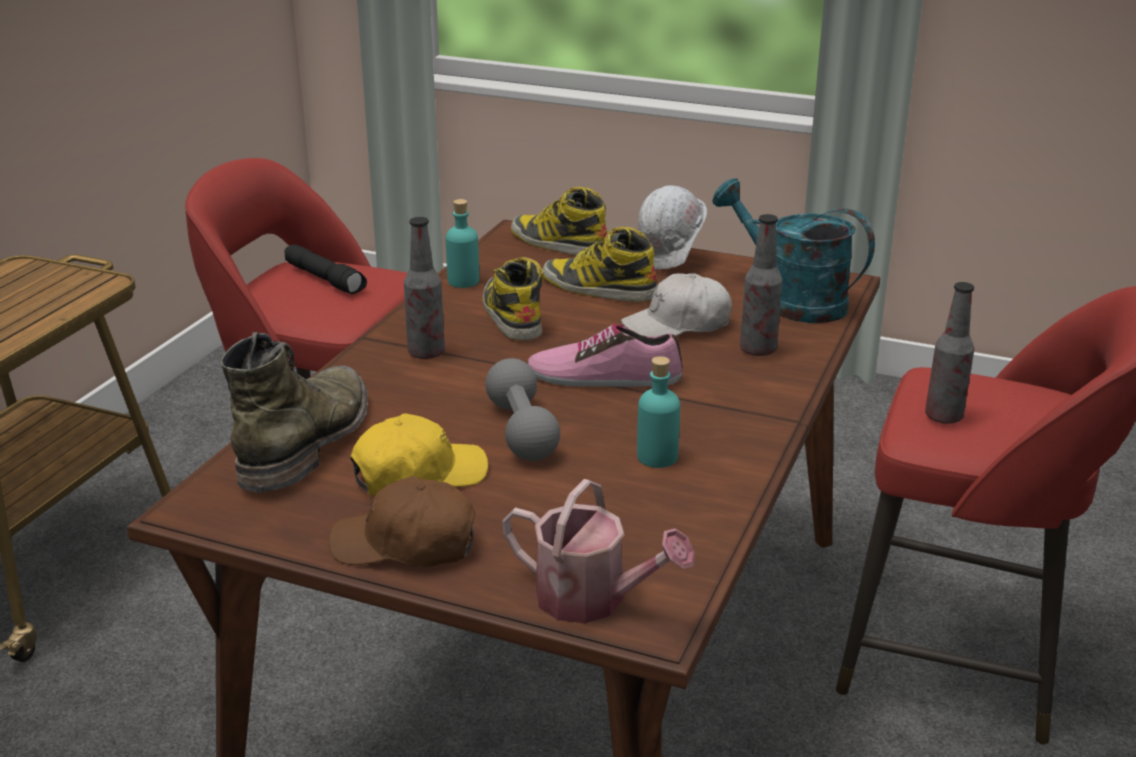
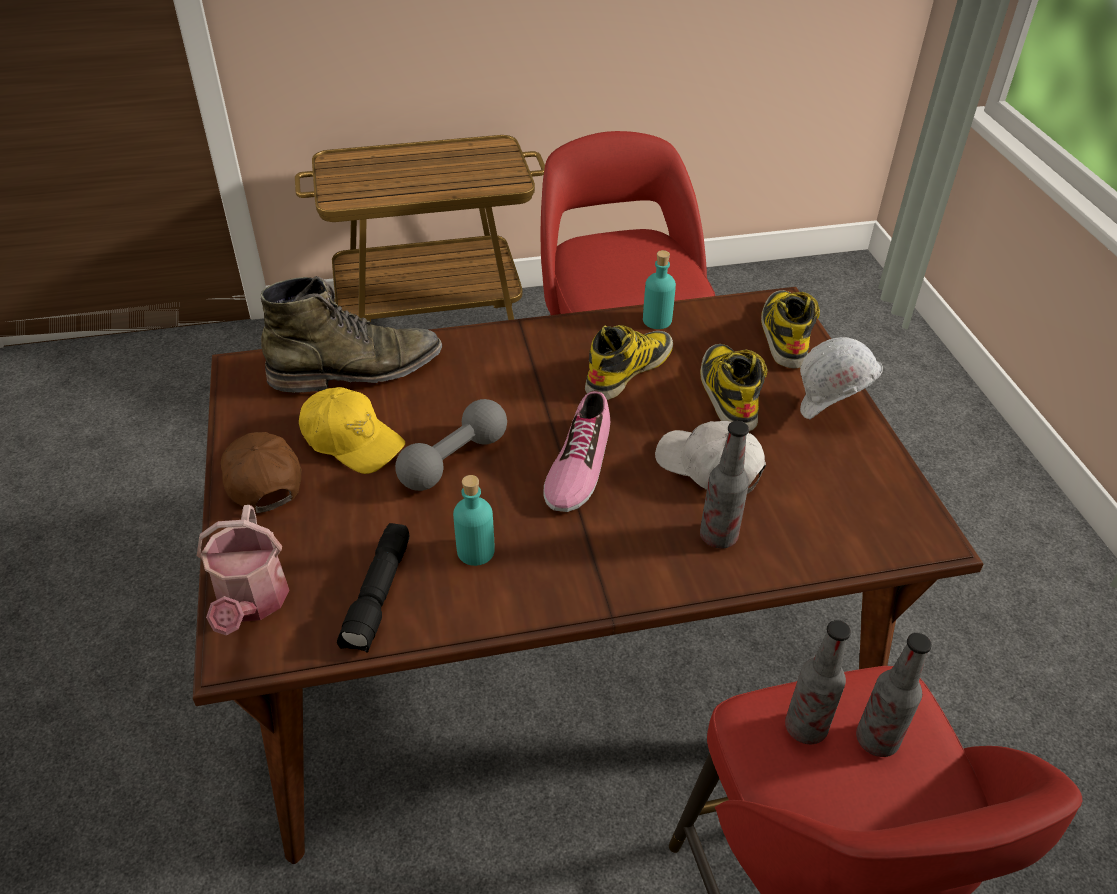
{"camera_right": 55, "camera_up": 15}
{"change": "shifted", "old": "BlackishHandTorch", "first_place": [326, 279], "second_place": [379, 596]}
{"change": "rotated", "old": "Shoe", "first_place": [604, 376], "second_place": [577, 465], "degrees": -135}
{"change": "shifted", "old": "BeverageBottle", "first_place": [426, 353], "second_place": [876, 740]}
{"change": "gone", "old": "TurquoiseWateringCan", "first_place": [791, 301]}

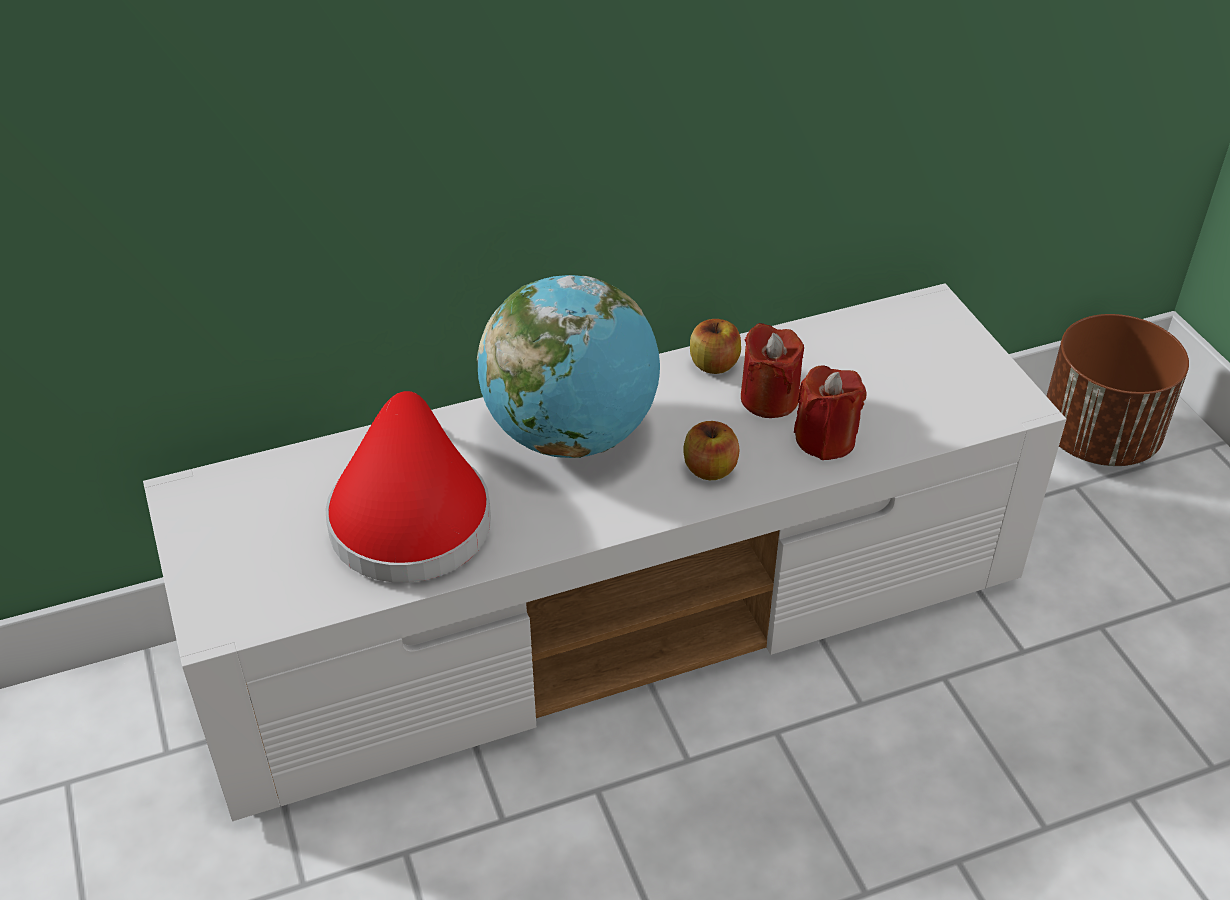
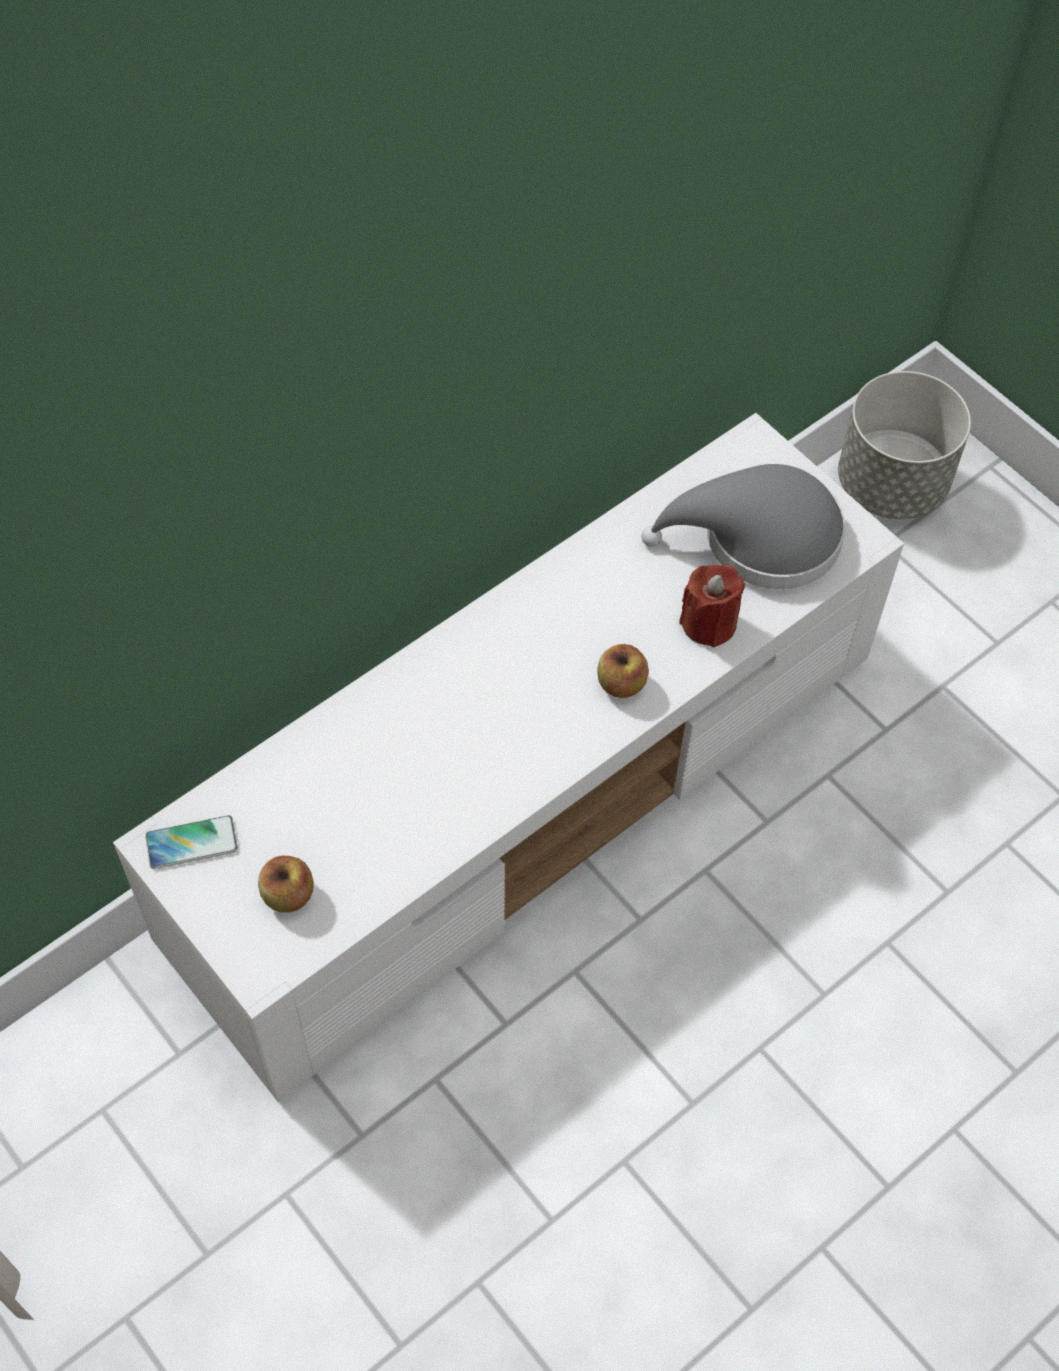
{"camera_right": -20, "camera_up": 15}
{"change": "new", "new": "Phone", "second_place": [191, 843]}
{"change": "shifted", "old": "WholeApple", "first_place": [714, 364], "second_place": [288, 895]}
{"change": "new", "new": "GreyishClothingHat", "second_place": [759, 538]}
{"change": "repainted", "old": "BrownColouredPlantPot", "new": "GreyishPlantPot", "first_place": [1099, 438], "second_place": [892, 484]}
{"change": "gone", "old": "RedClothingHat", "first_place": [410, 515]}
{"change": "gone", "old": "WorldGlobe", "first_place": [571, 435]}
{"change": "gone", "old": "RedWaxCandle", "first_place": [769, 399]}

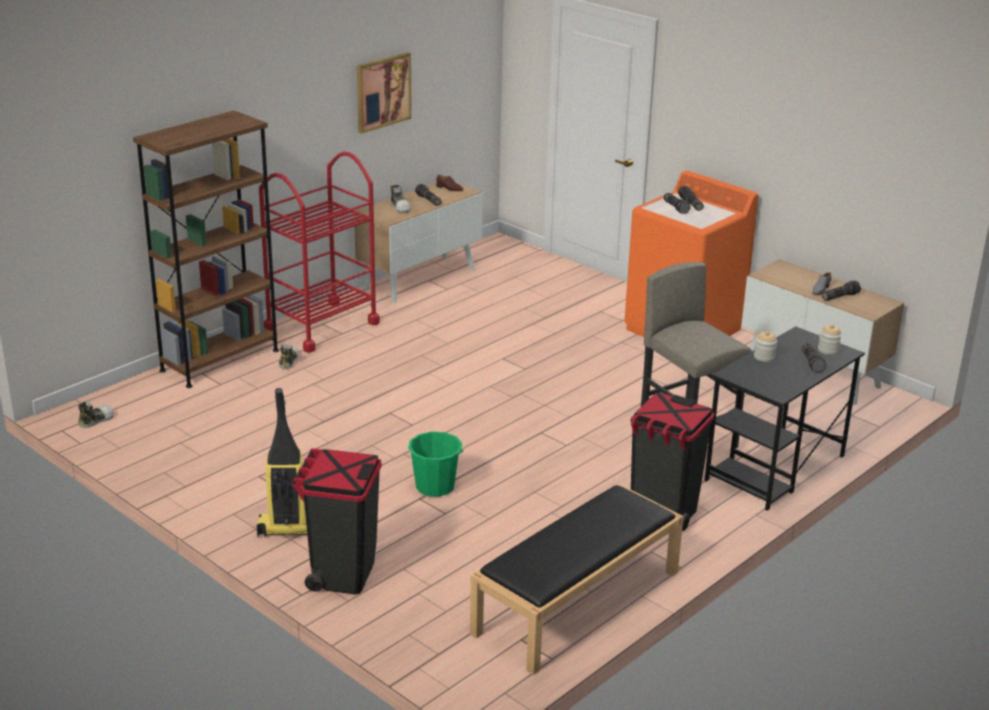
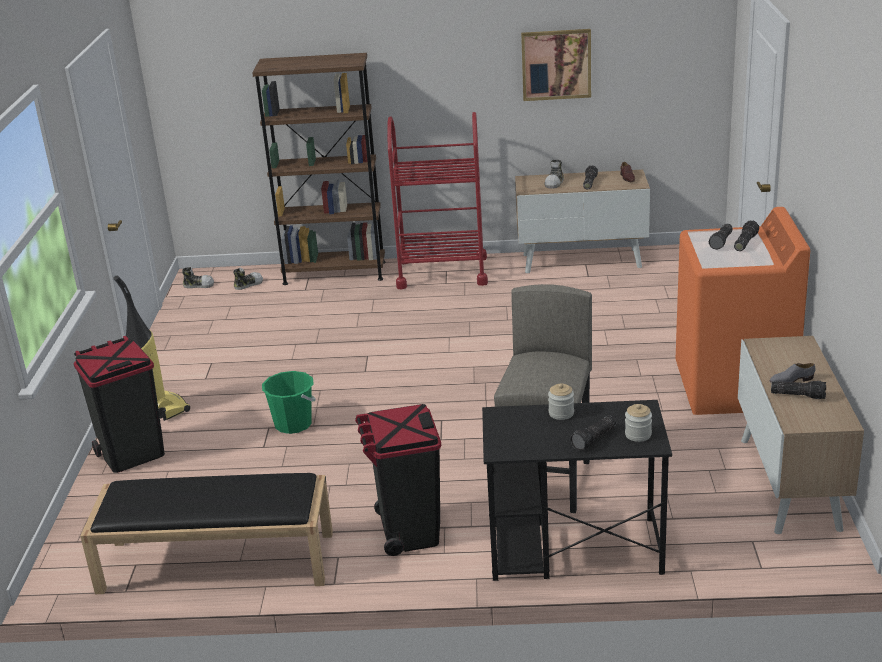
{"camera_right": 50, "camera_up": 0}
{"change": "shifted", "old": "Shoe", "first_place": [288, 361], "second_place": [248, 284]}

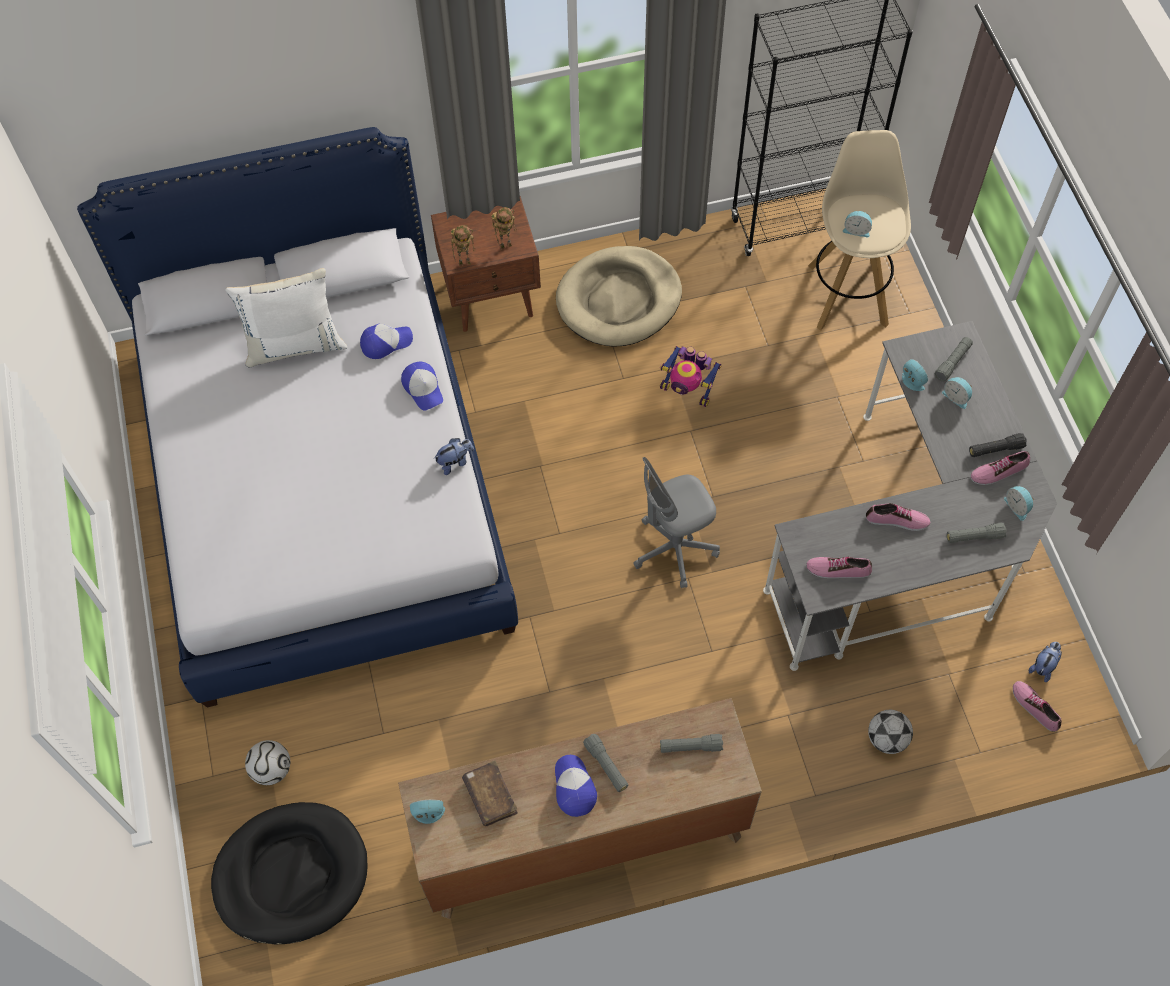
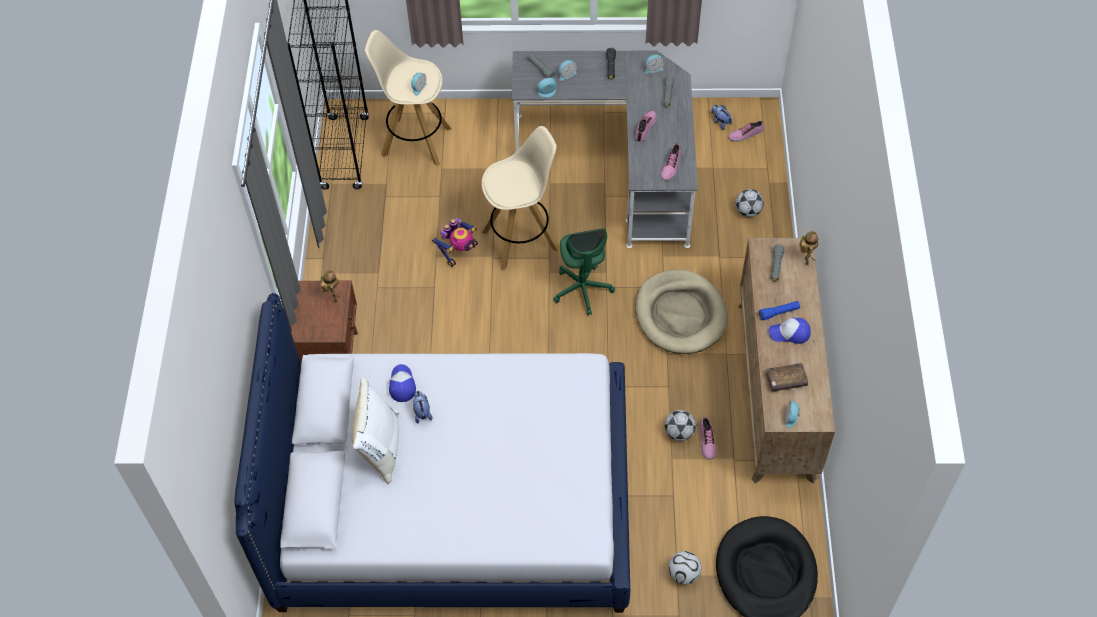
{"camera_right": -75, "camera_up": -5}
{"change": "shifted", "old": "CuddlyToy", "first_place": [455, 462], "second_place": [422, 412]}
{"change": "new", "new": "BeigeColouredStool", "second_place": [521, 240]}
{"change": "repainted", "old": "GreyishComputerChair", "new": "GreenColouredComputerChair", "first_place": [674, 549], "second_place": [582, 289]}
{"change": "shifted", "old": "BeigeColouredDogBed", "first_place": [619, 300], "second_place": [680, 314]}
{"change": "new", "new": "Football", "second_place": [679, 433]}
{"change": "shifted", "old": "Shoe", "first_place": [998, 471], "second_place": [706, 441]}
{"change": "repainted", "old": "GreyishHandTorch", "new": "BlueColouredHandTorch", "first_place": [606, 765], "second_place": [779, 313]}
{"change": "shifted", "old": "RobotFigure", "first_place": [465, 262], "second_place": [805, 261]}
{"change": "gone", "old": "PeakedCap", "first_place": [423, 388]}

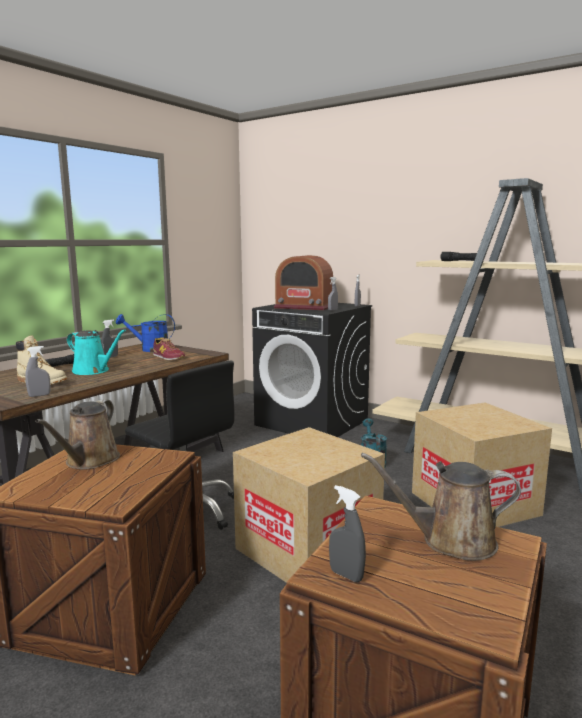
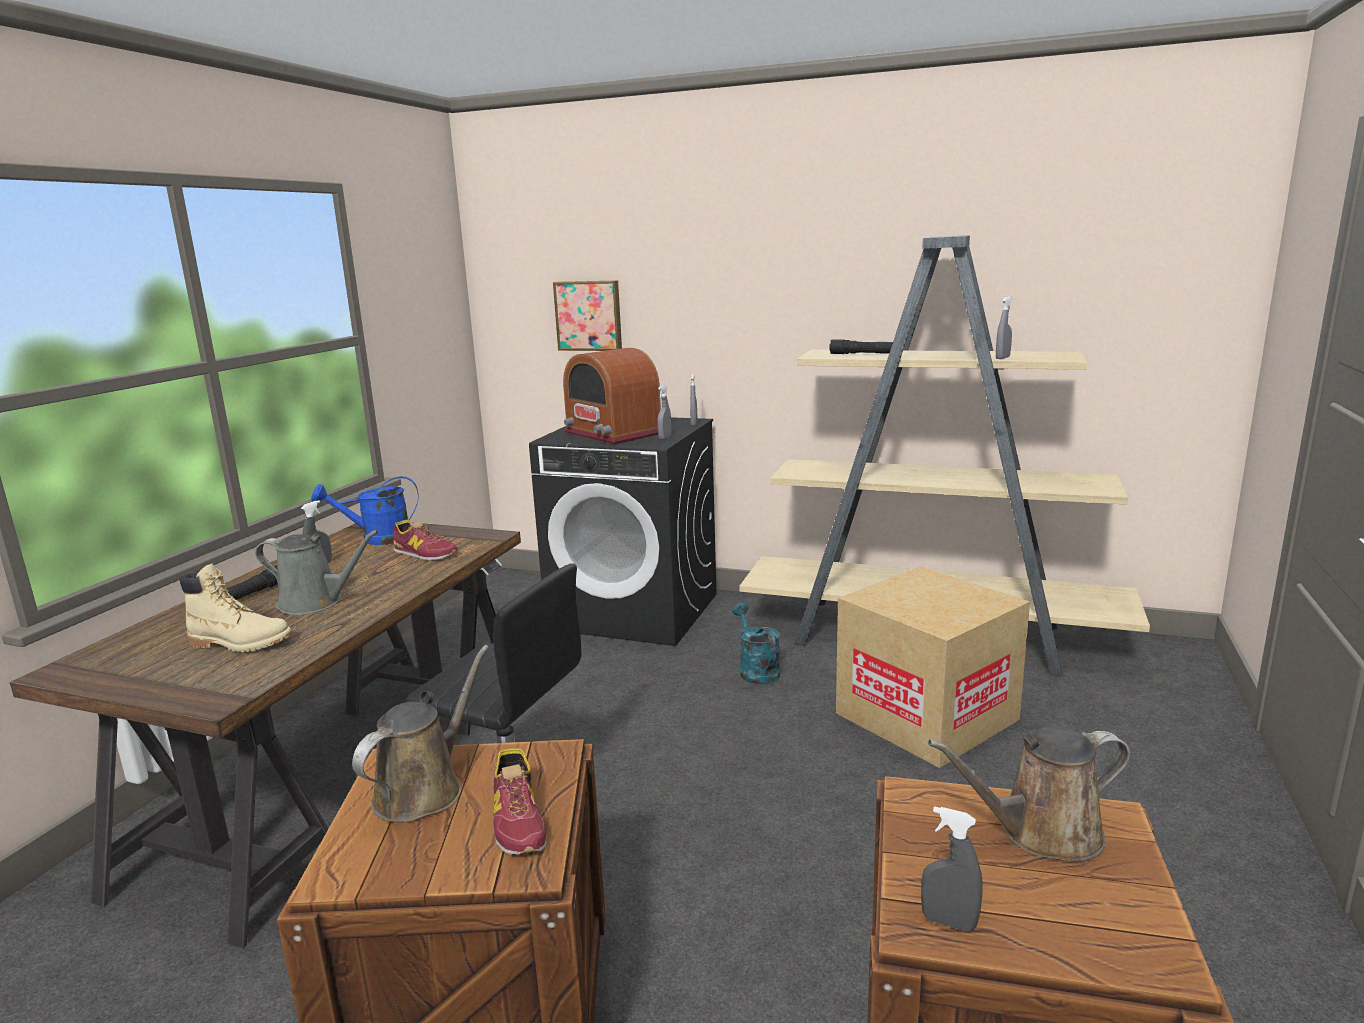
{"camera_right": -15, "camera_up": 5}
{"change": "repainted", "old": "TurquoiseWateringCan", "new": "GreyishWateringCan", "first_place": [93, 371], "second_place": [315, 602]}
{"change": "rotated", "old": "BrownColouredWateringCan", "first_place": [89, 461], "second_place": [424, 790], "degrees": -150}
{"change": "new", "new": "Shoe", "second_place": [518, 820]}
{"change": "new", "new": "WallPicture", "second_place": [589, 315]}
{"change": "rotated", "old": "RadioReceiver", "first_place": [304, 307], "second_place": [613, 433], "degrees": 45}
{"change": "shifted", "old": "GreyishHandSprayer", "first_place": [39, 395], "second_place": [1002, 358]}
{"change": "gone", "old": "Carton", "first_place": [308, 549]}

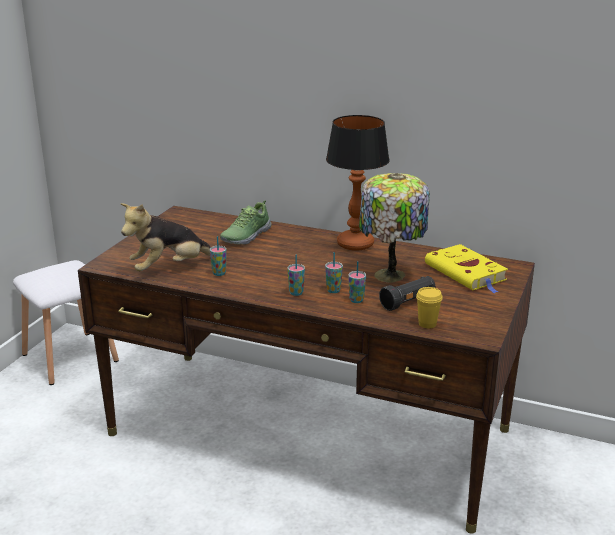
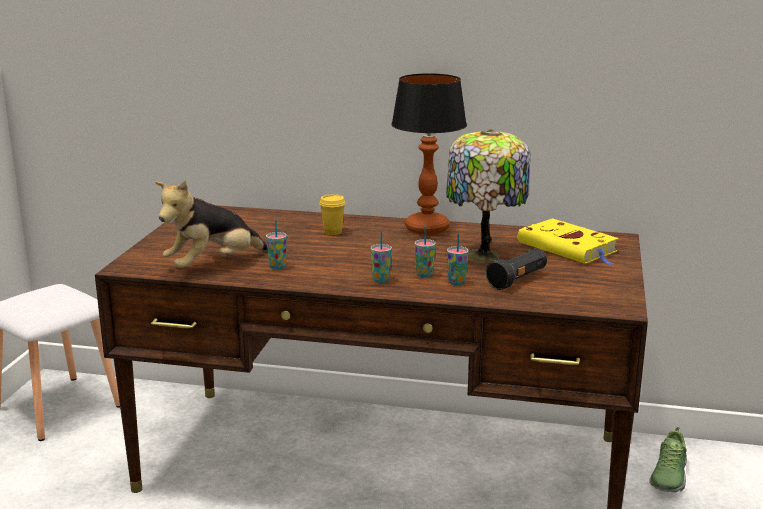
{"camera_right": -10, "camera_up": -5}
{"change": "shifted", "old": "YellowCup", "first_place": [427, 324], "second_place": [332, 232]}
{"change": "shifted", "old": "Shoe", "first_place": [245, 236], "second_place": [668, 476]}

